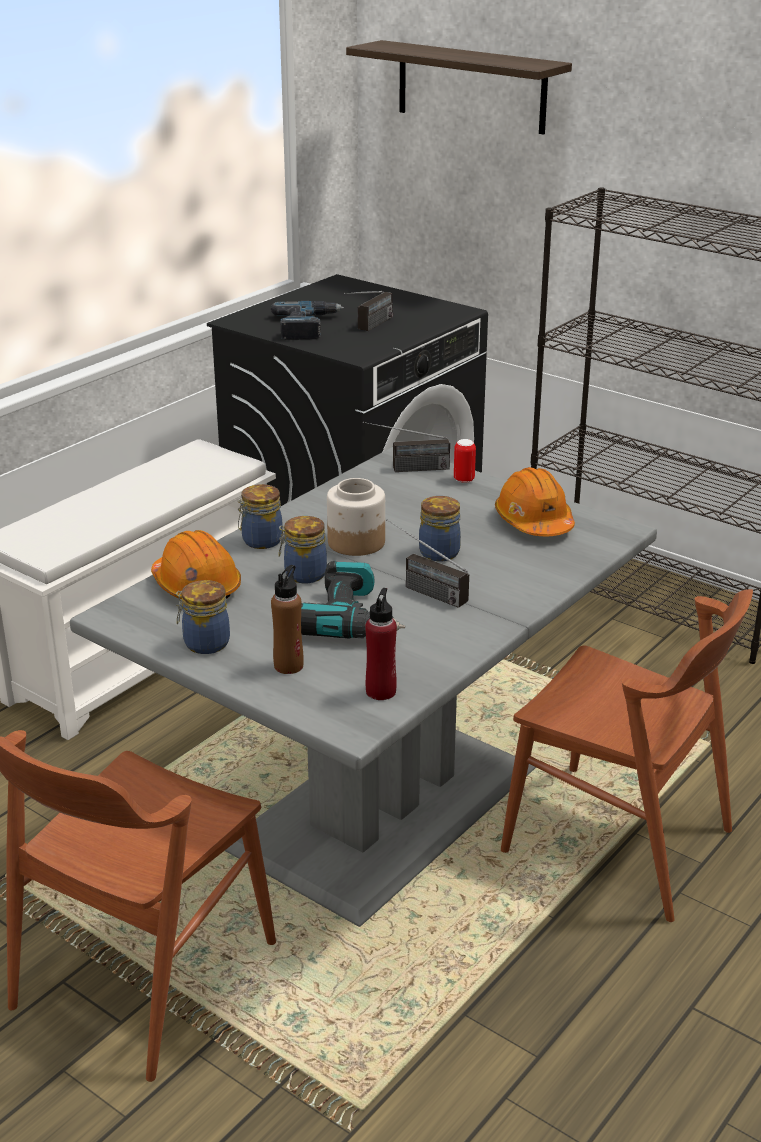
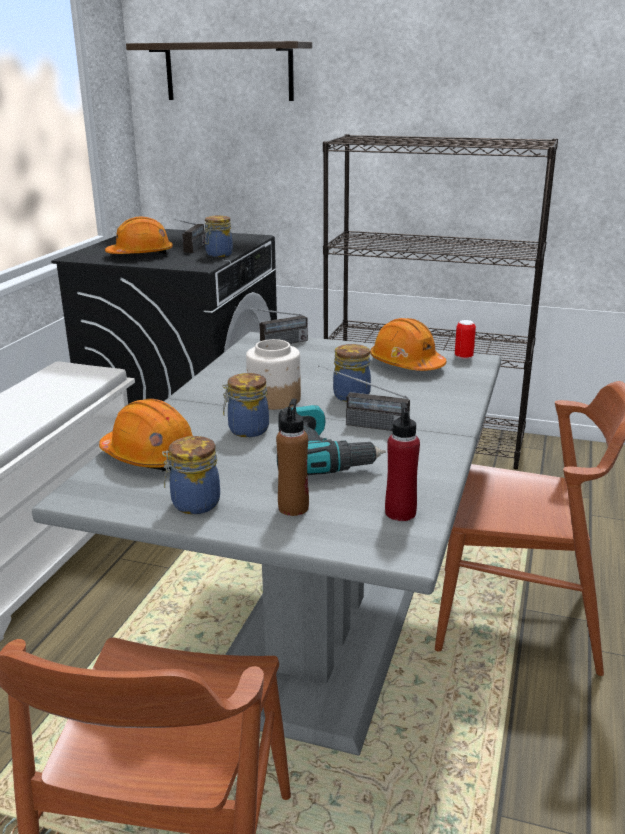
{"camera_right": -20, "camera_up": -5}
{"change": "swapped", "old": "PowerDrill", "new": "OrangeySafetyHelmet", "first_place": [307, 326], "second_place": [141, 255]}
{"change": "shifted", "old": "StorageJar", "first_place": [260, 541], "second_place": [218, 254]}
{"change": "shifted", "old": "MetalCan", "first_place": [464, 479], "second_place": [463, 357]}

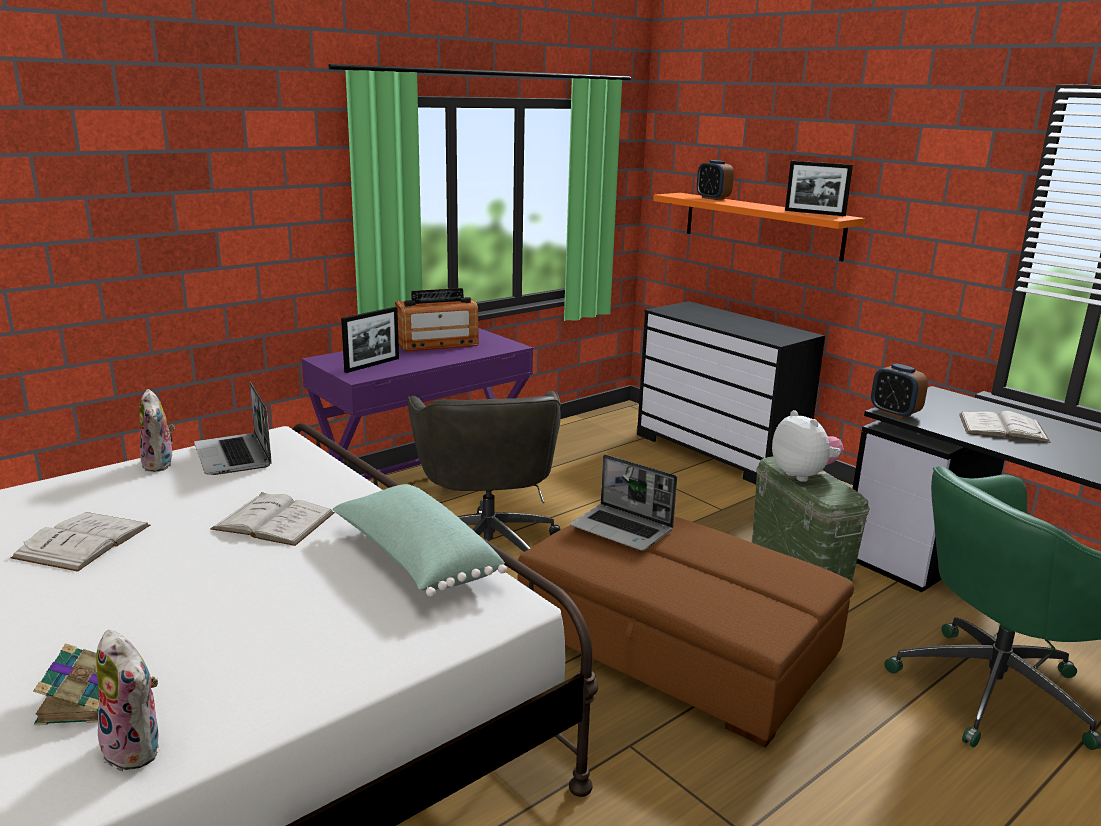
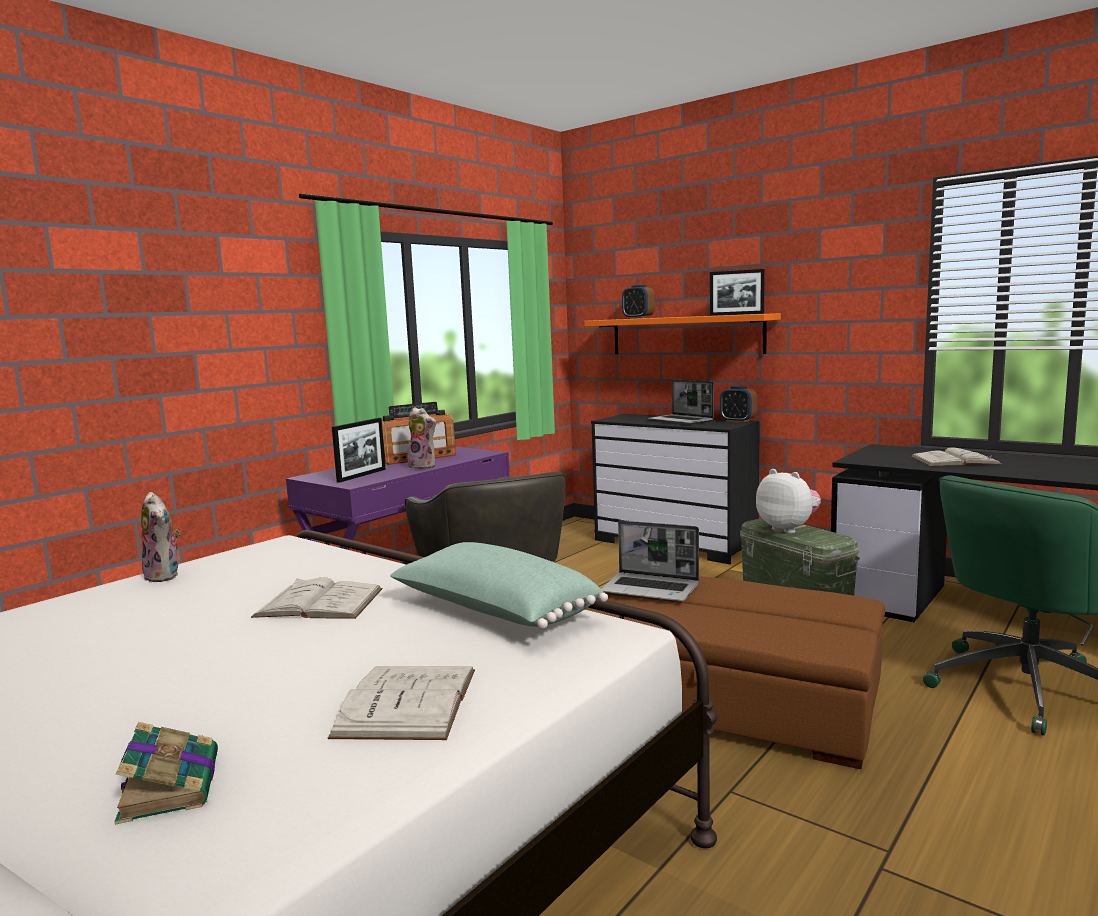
{"camera_right": -10, "camera_up": -10}
{"change": "shifted", "old": "WhitishBook", "first_place": [83, 541], "second_place": [407, 702]}
{"change": "shifted", "old": "CuddlyToy", "first_place": [137, 748], "second_place": [424, 466]}
{"change": "shifted", "old": "NotebookComputer", "first_place": [234, 456], "second_place": [681, 421]}
{"change": "shifted", "old": "TableClock", "first_place": [894, 413], "second_place": [738, 421]}

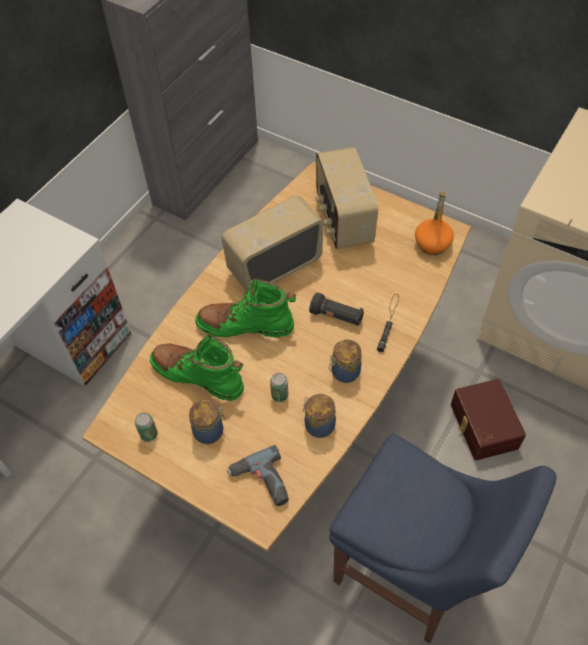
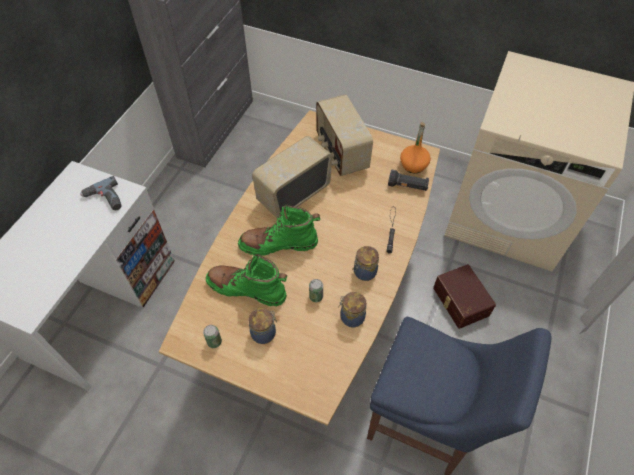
{"camera_right": -10, "camera_up": 0}
{"change": "shifted", "old": "PowerDrill", "first_place": [261, 483], "second_place": [104, 200]}
{"change": "shifted", "old": "BlackishHandTorch", "first_place": [337, 316], "second_place": [407, 186]}

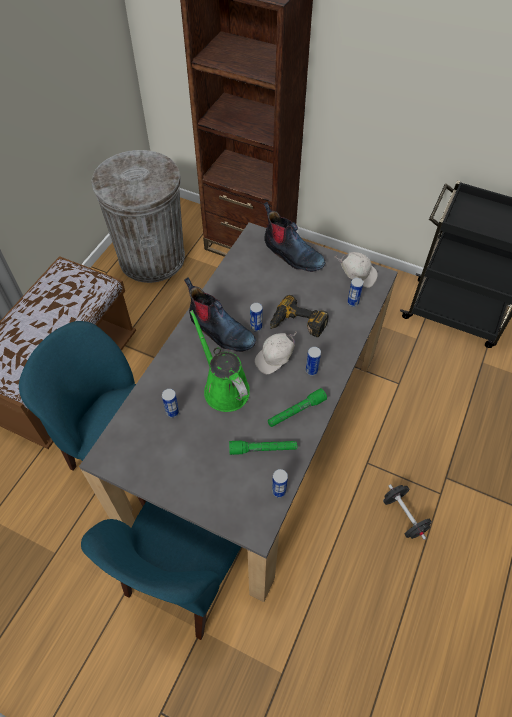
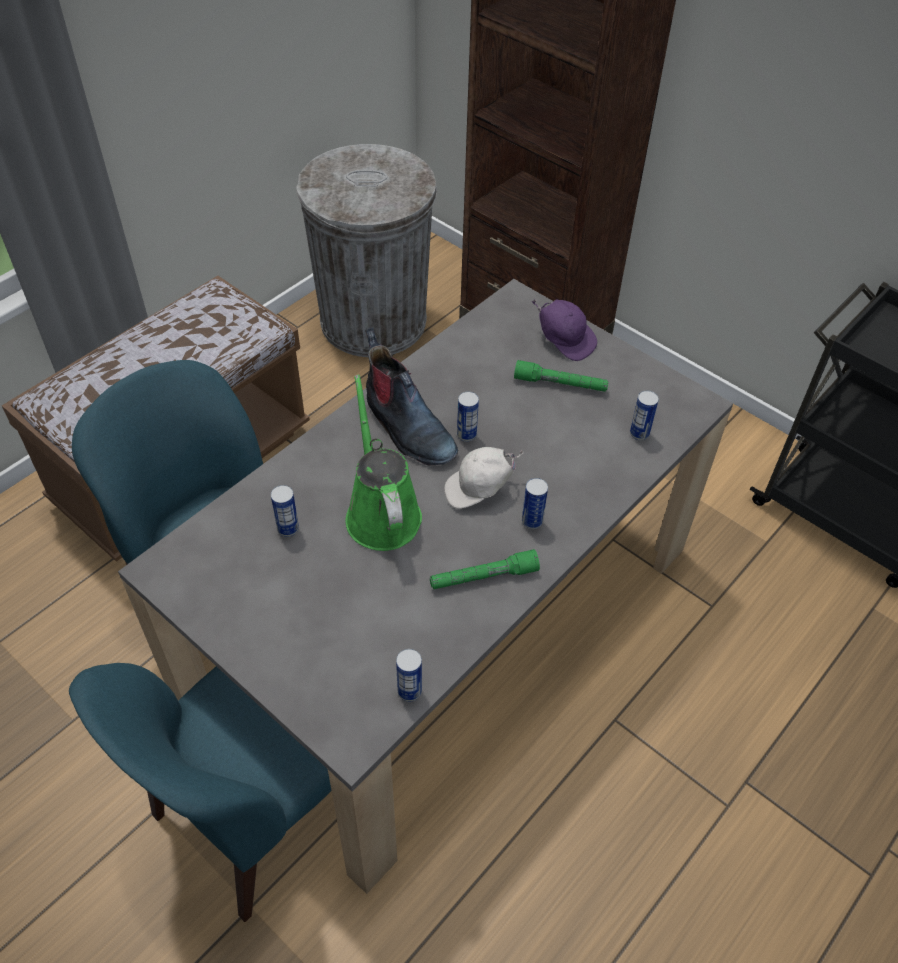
{"camera_right": 15, "camera_up": -5}
{"change": "shifted", "old": "GreenColouredHandTorch", "first_place": [263, 449], "second_place": [560, 384]}
{"change": "swapped", "old": "HighTopBoot", "new": "PurplePeakedCap", "first_place": [291, 254], "second_place": [564, 340]}
{"change": "gone", "old": "PowerDrill", "first_place": [297, 325]}
{"change": "gone", "old": "WhitishPeakedCap", "first_place": [357, 275]}
{"change": "gone", "old": "BlackishHandWeight", "first_place": [404, 516]}

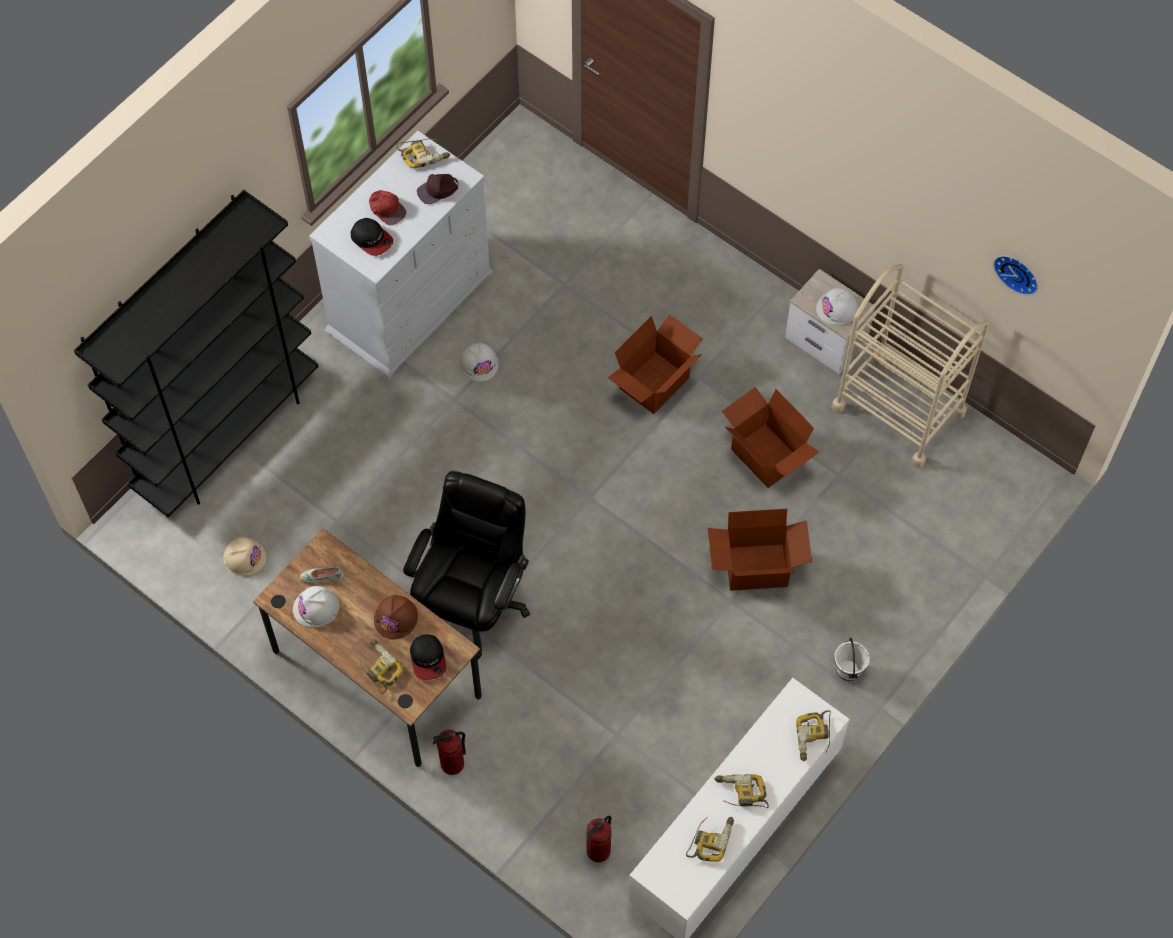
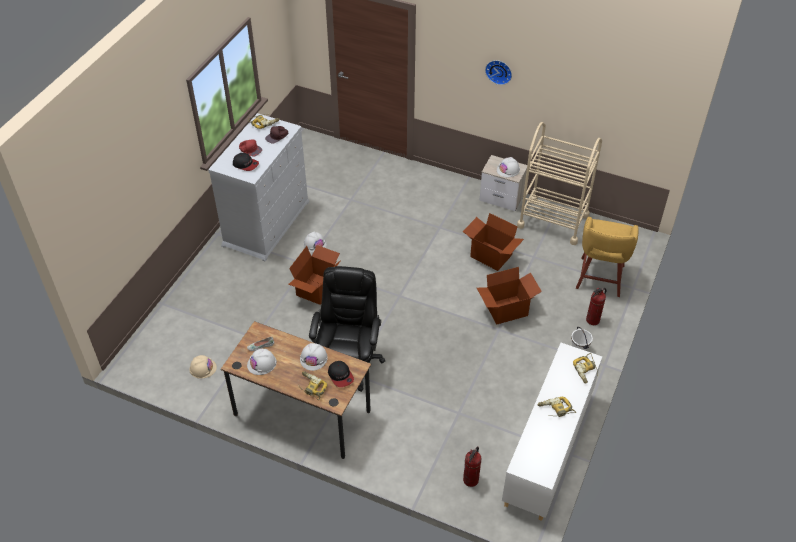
{"camera_right": -15, "camera_up": -15}
{"change": "shifted", "old": "Carton", "first_place": [655, 384], "second_place": [317, 289]}
{"change": "repainted", "old": "BrownColouredSafetyHelmet", "new": "WhitishSafetyHelmet", "first_place": [396, 618], "second_place": [314, 358]}
{"change": "shifted", "old": "HangingClock", "first_place": [1018, 272], "second_place": [499, 71]}
{"change": "new", "new": "YellowStool", "second_place": [599, 278]}
{"change": "shifted", "old": "Extinguisher", "first_place": [452, 764], "second_place": [593, 320]}
{"change": "gone", "old": "BlackishBookshelf", "first_place": [228, 435]}
{"change": "gone", "old": "PowerDrill", "first_place": [710, 839]}

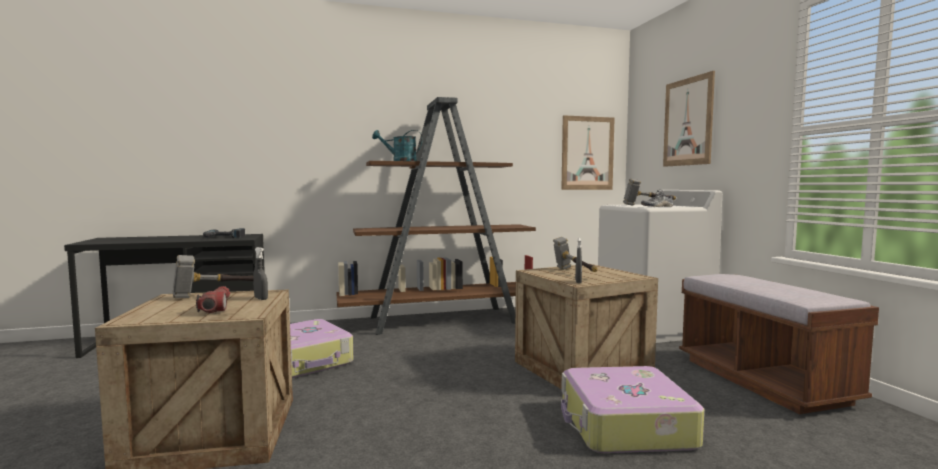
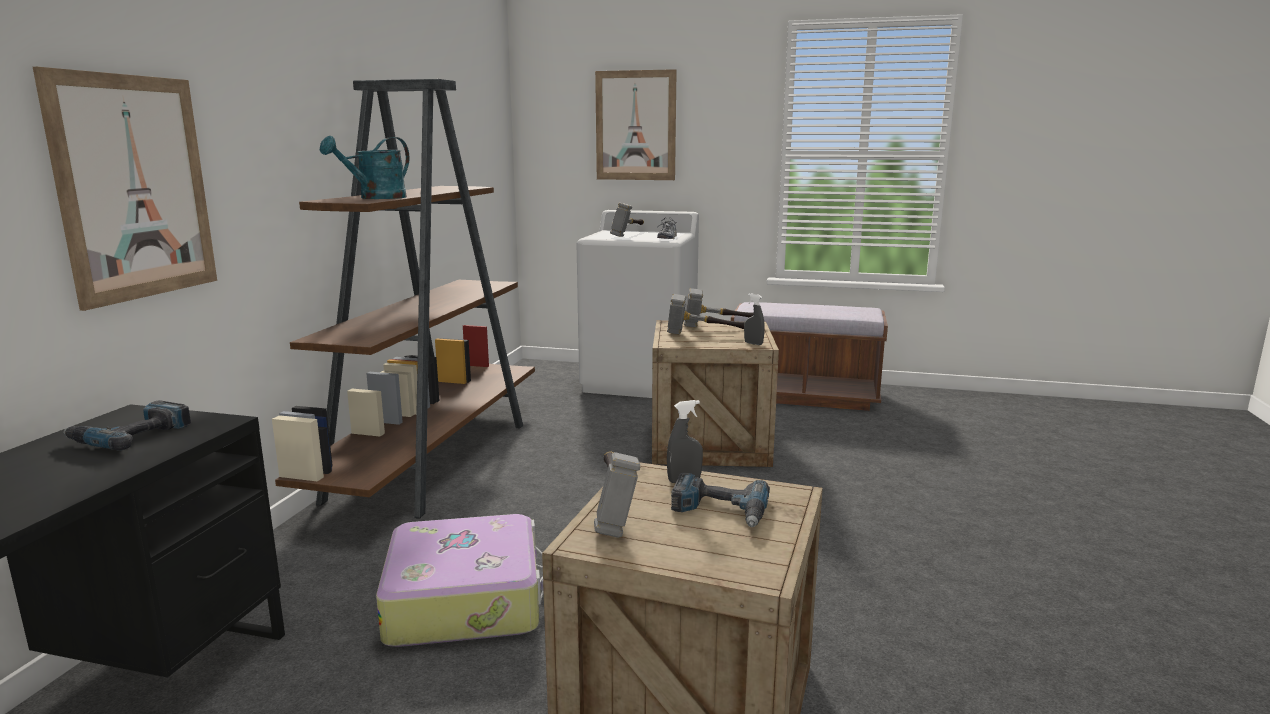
{"camera_right": -60, "camera_up": 10}
{"change": "shifted", "old": "WallPicture", "first_place": [587, 153], "second_place": [135, 188]}
{"change": "swapped", "old": "HandTorch", "new": "PowerDrill", "first_place": [216, 307], "second_place": [719, 510]}
{"change": "new", "new": "ToolHammer", "second_place": [719, 327]}
{"change": "gone", "old": "PieceOfLuggage", "first_place": [624, 426]}

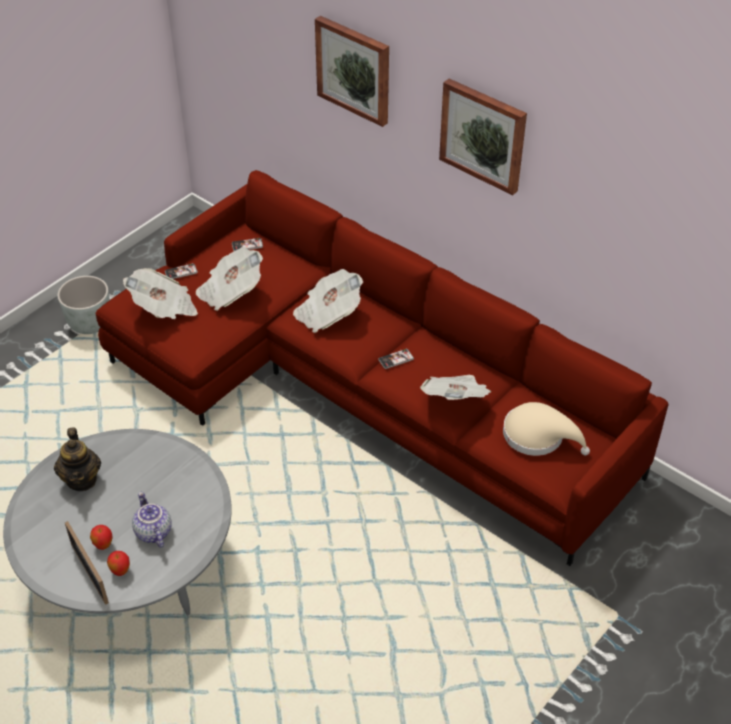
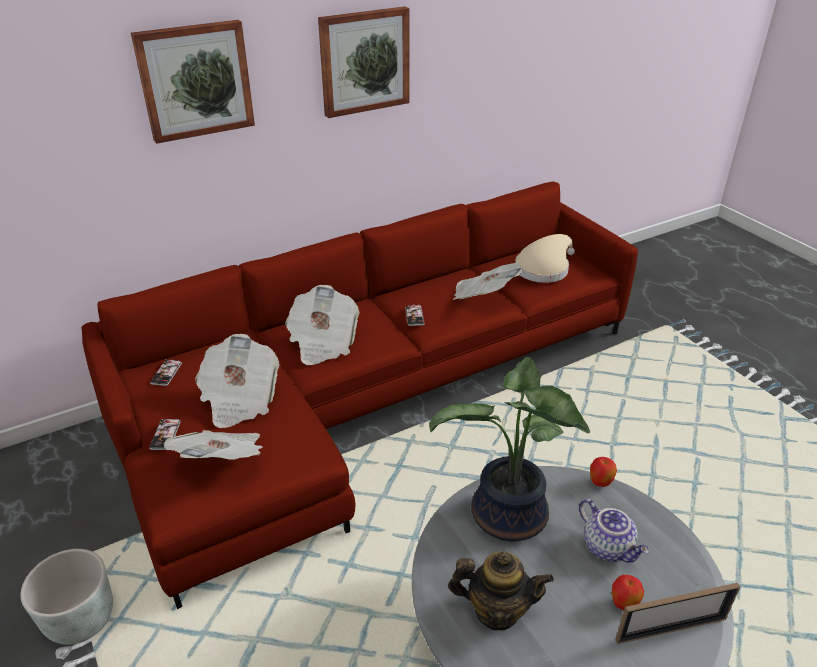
{"camera_right": -70, "camera_up": -10}
{"change": "new", "new": "PlantInAPot", "second_place": [507, 520]}
{"change": "rotated", "old": "TeaPot", "first_place": [152, 532], "second_place": [608, 547], "degrees": -120}
{"change": "shifted", "old": "WholeApple", "first_place": [120, 571], "second_place": [600, 483]}

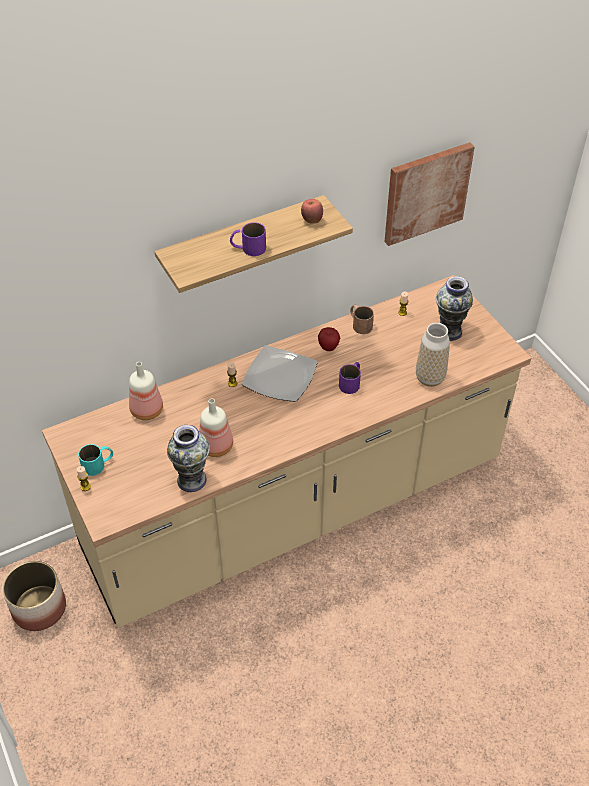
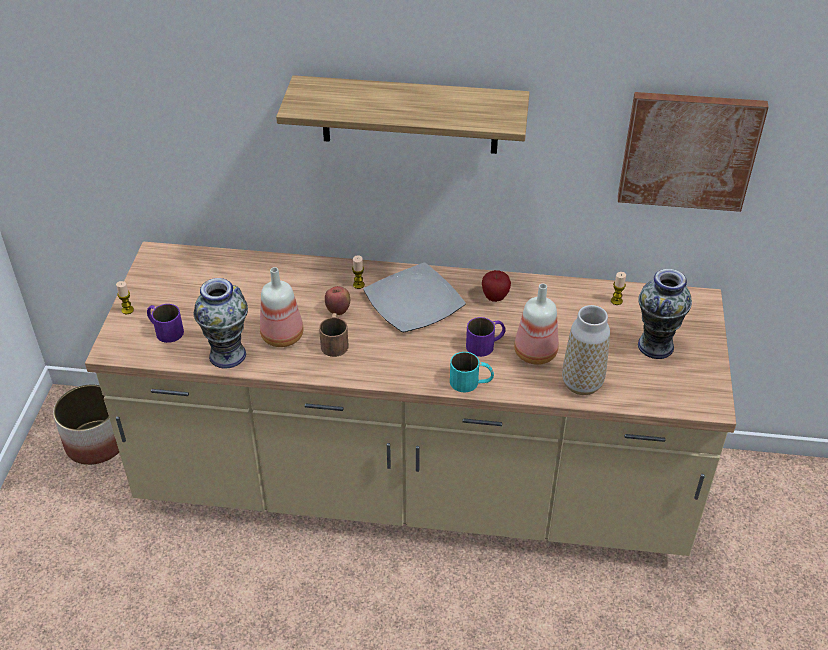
{"camera_right": 35, "camera_up": -5}
{"change": "shifted", "old": "PurpleCoffeeMug", "first_place": [248, 248], "second_place": [164, 330]}
{"change": "shifted", "old": "BrownColouredCoffeeMug", "first_place": [359, 324], "second_place": [335, 341]}
{"change": "shifted", "old": "WholeApple", "first_place": [312, 220], "second_place": [338, 310]}
{"change": "shifted", "old": "TurquoiseCoffeeMug", "first_place": [98, 464], "second_place": [471, 382]}
{"change": "shifted", "old": "BeverageBottle", "first_place": [148, 411], "second_place": [536, 354]}

